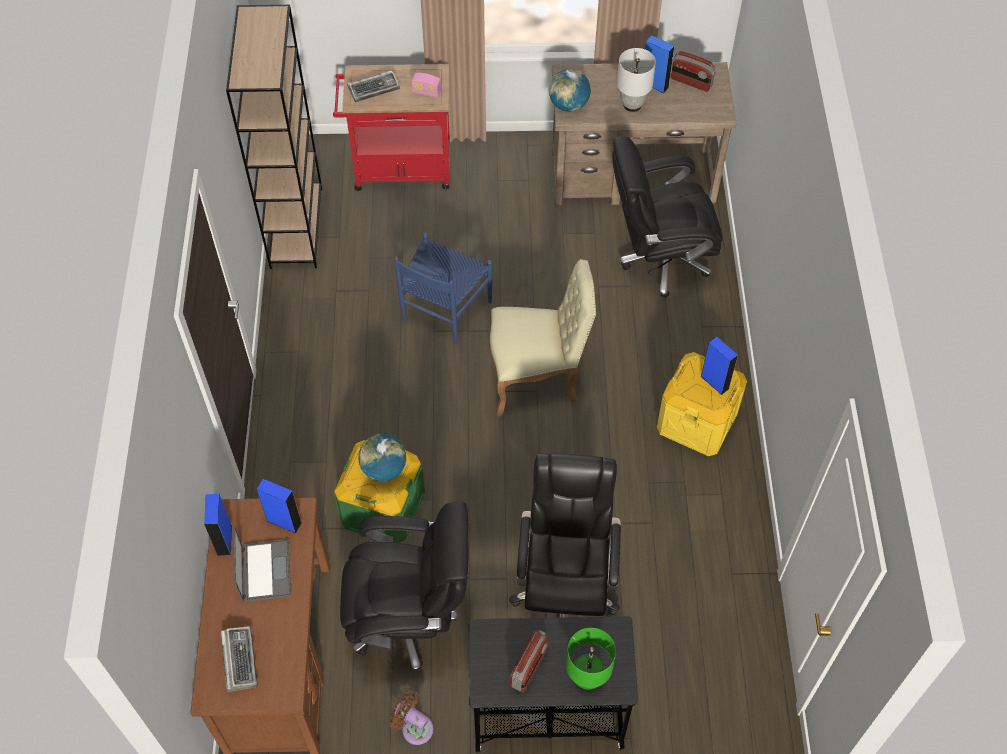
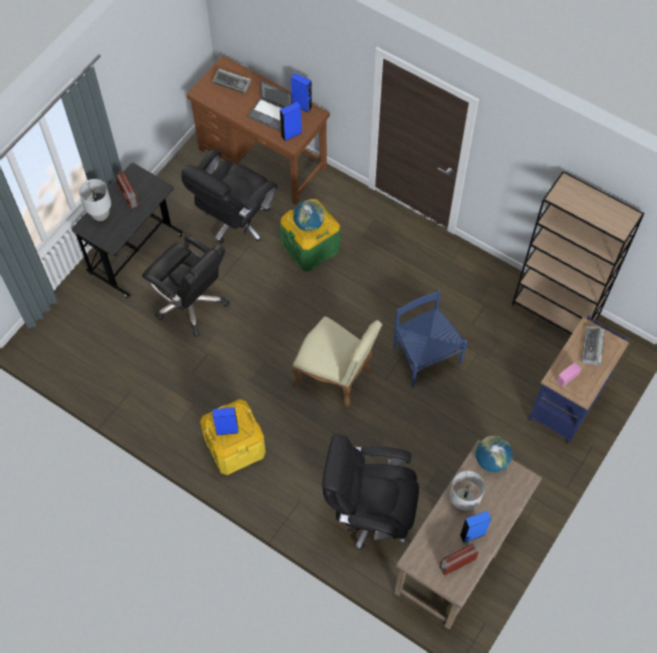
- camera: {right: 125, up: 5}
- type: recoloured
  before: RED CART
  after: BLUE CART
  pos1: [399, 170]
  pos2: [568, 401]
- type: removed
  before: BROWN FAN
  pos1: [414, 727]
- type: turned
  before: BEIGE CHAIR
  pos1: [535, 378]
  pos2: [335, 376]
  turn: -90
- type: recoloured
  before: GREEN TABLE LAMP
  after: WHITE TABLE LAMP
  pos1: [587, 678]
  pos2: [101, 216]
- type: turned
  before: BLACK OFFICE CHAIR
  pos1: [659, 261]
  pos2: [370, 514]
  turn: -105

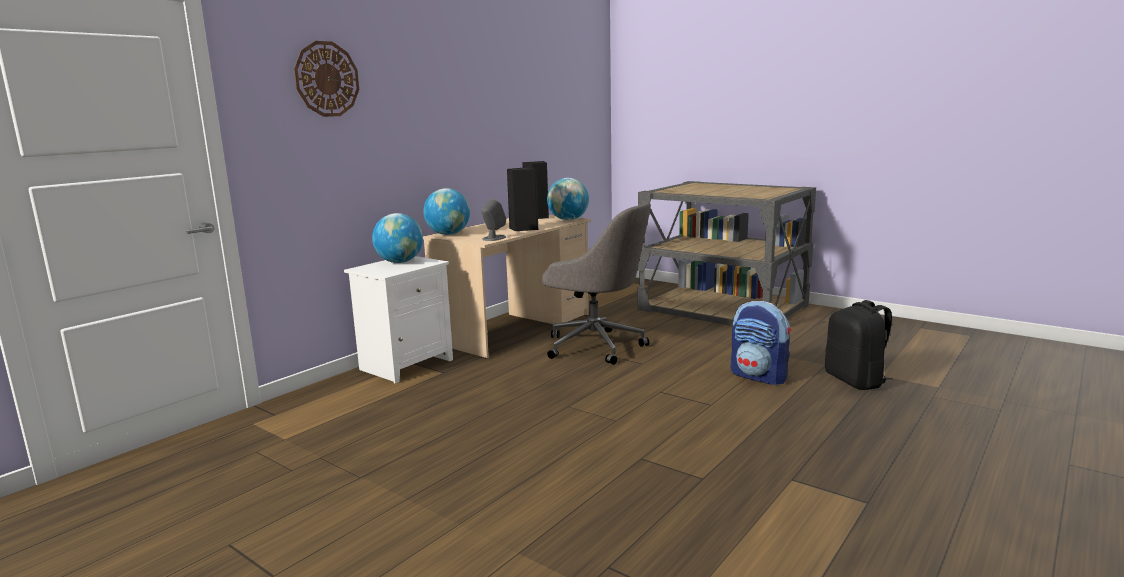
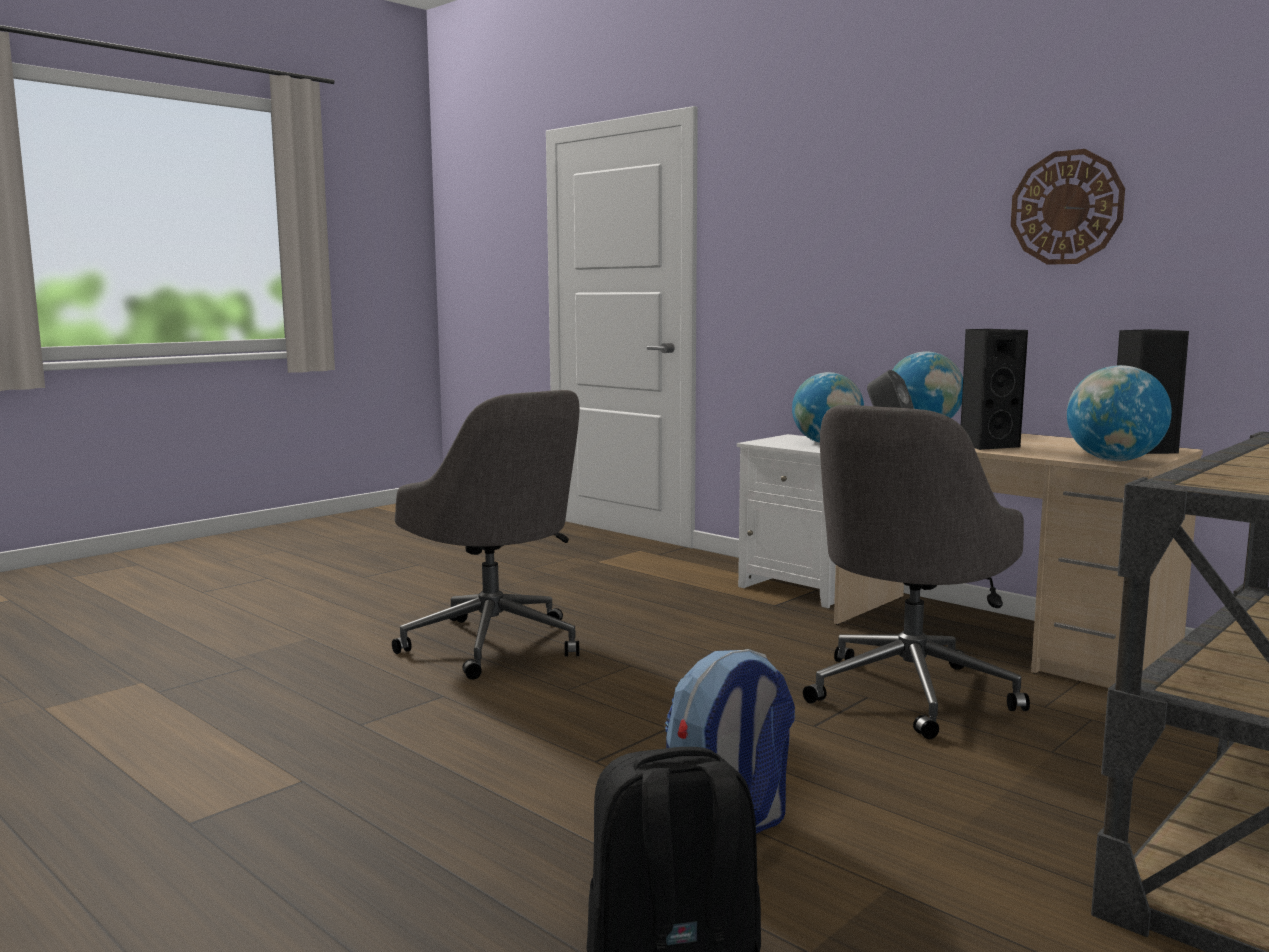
- camera: {right: 95, up: -5}
- type: moved
  before: WALL CLOCK
  pos1: [326, 79]
  pos2: [1066, 207]
- type: added
  after: GREY OFFICE CHAIR
  pos2: [494, 645]

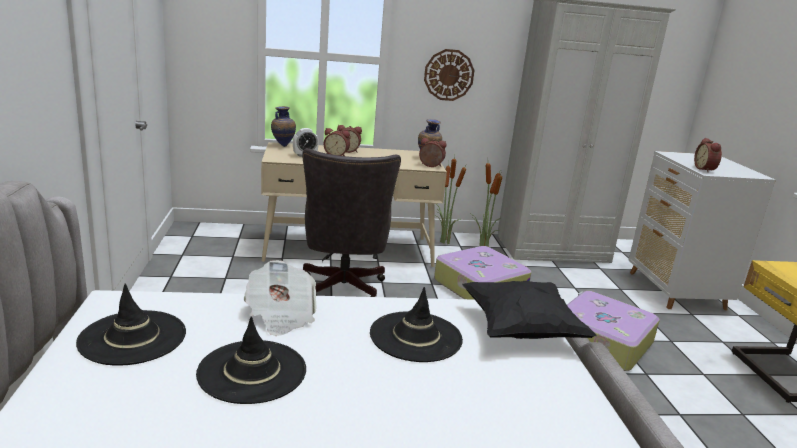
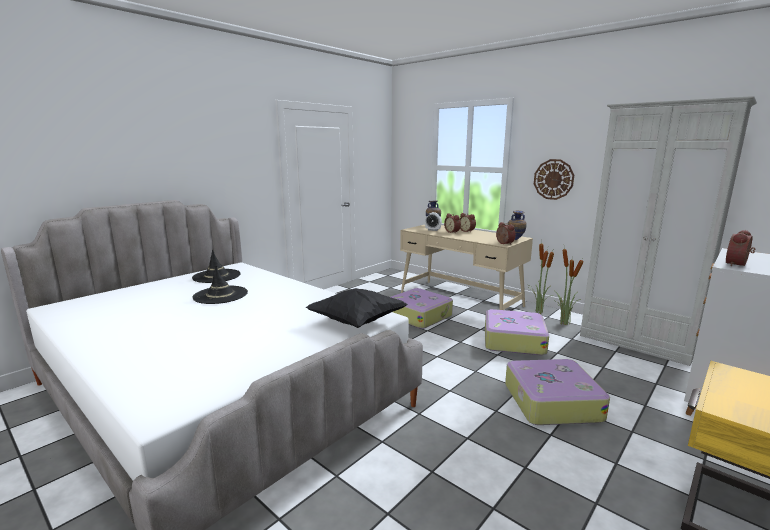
- camera: {right: 50, up: -5}
- type: removed
  before: NEWSPAPER
  pos1: [281, 315]
- type: replaced
  before: GREY OFFICE CHAIR
  after: SUITCASE
  pos1: [343, 289]
  pos2: [419, 315]
- type: removed
  before: BLACK HAT
  pos1: [415, 336]

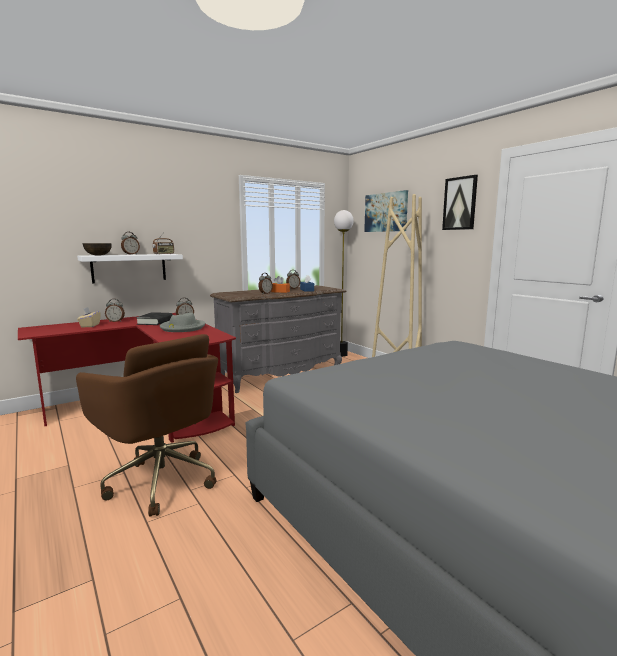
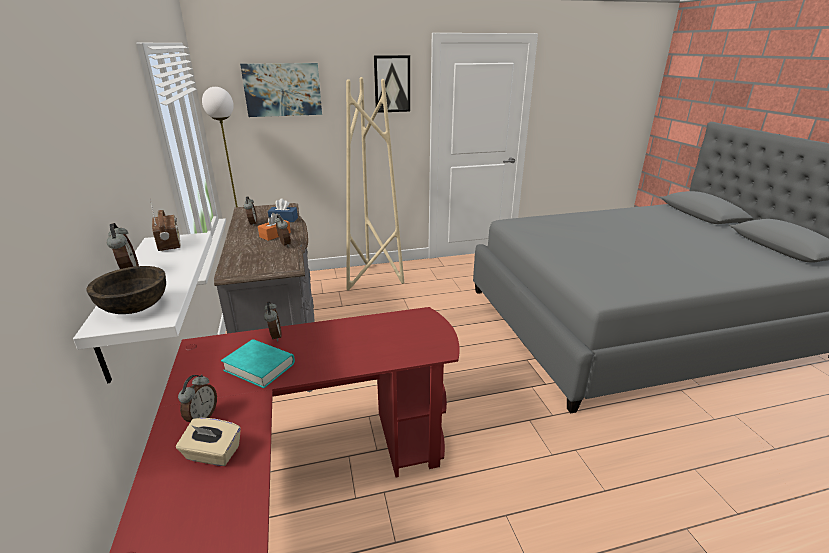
- camera: {right: -70, up: 15}
- type: removed
  before: BROWN OFFICE CHAIR
  pos1: [159, 481]
- type: recoloured
  before: BLACK BOOK
  after: TURQUOISE BOOK
  pos1: [155, 322]
  pos2: [259, 367]
- type: removed
  before: GREY HAT
  pos1: [182, 328]

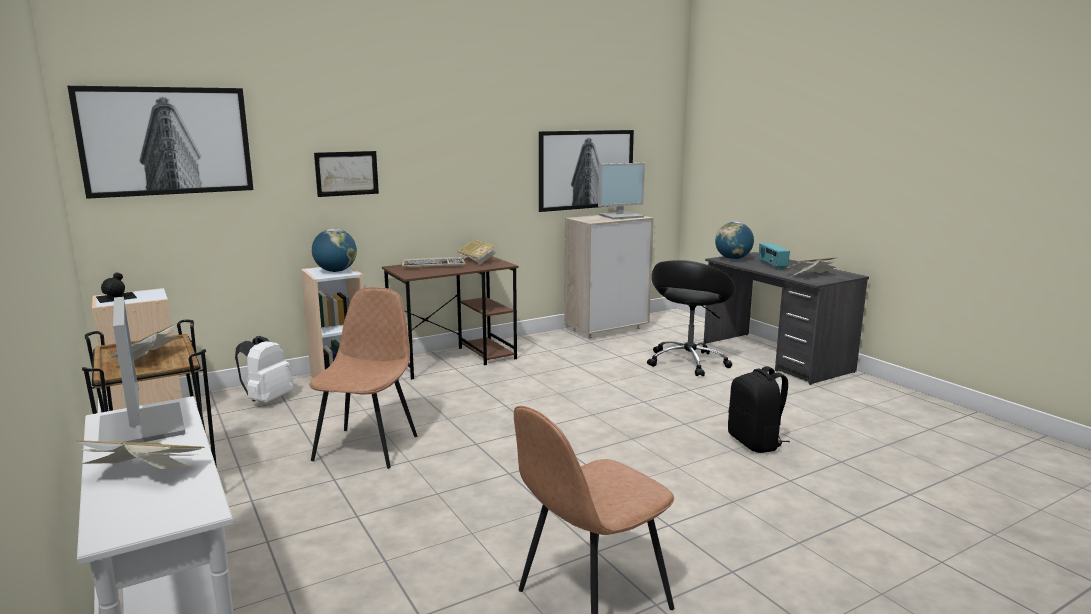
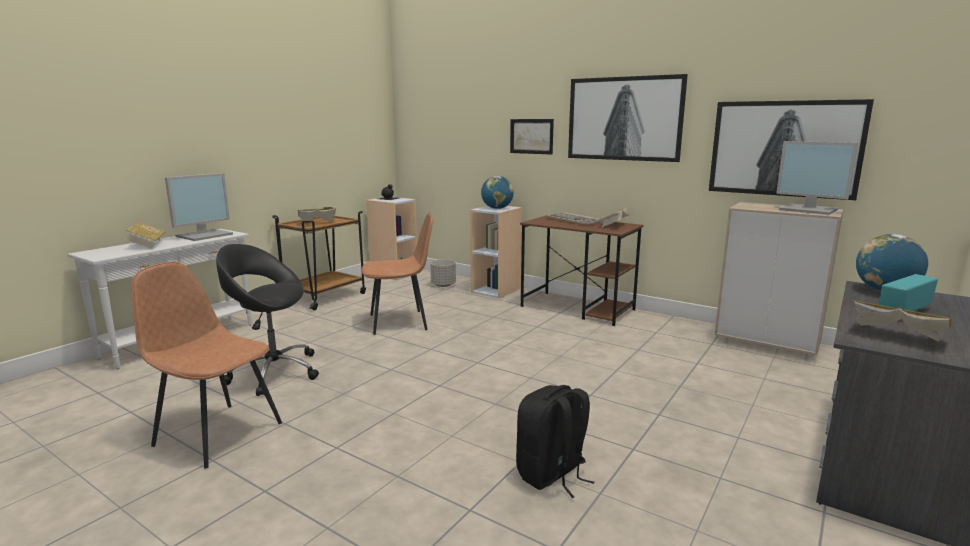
- camera: {right: 65, up: 0}
- type: moved
  before: PICTURE
  pos1: [166, 141]
  pos2: [624, 119]
- type: replaced
  before: WHITE BACKPACK
  after: GREY PLANTER
  pos1: [267, 400]
  pos2: [443, 285]
- type: moved
  before: BLACK OFFICE CHAIR
  pos1: [687, 363]
  pos2: [273, 373]

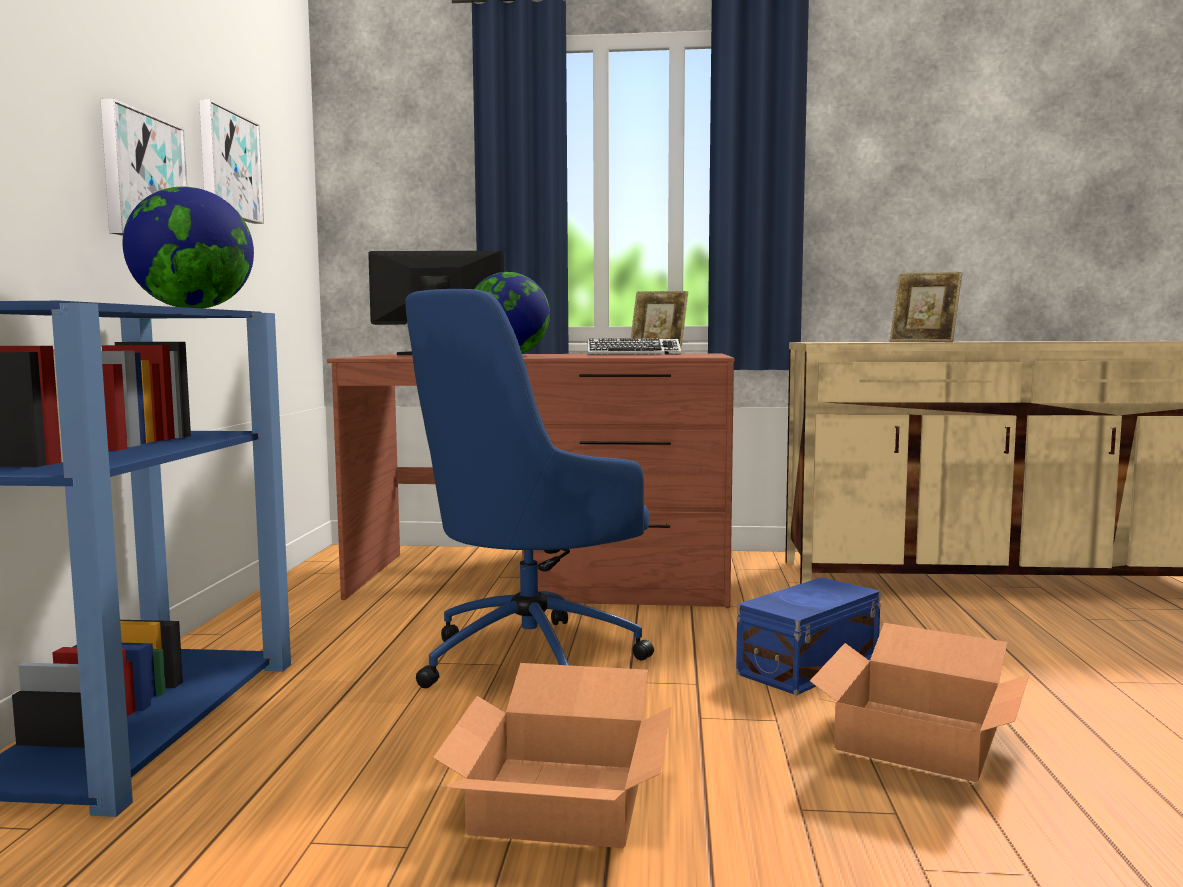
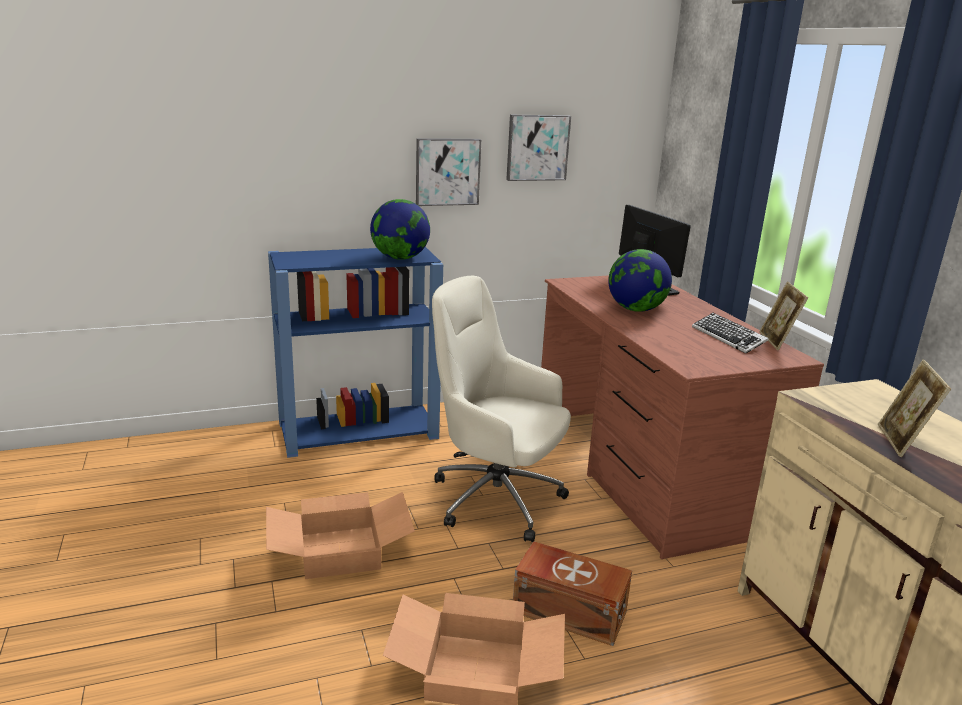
- camera: {right: 65, up: 15}
- type: recoloured
  before: BLUE OFFICE CHAIR
  after: BEIGE OFFICE CHAIR
  pos1: [528, 660]
  pos2: [495, 501]
- type: recoloured
  before: BLUE STORAGE BOX
  after: BROWN STORAGE BOX
  pos1: [805, 665]
  pos2: [568, 610]

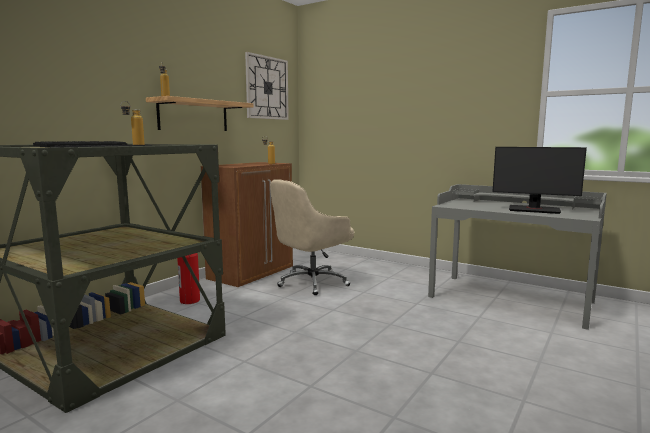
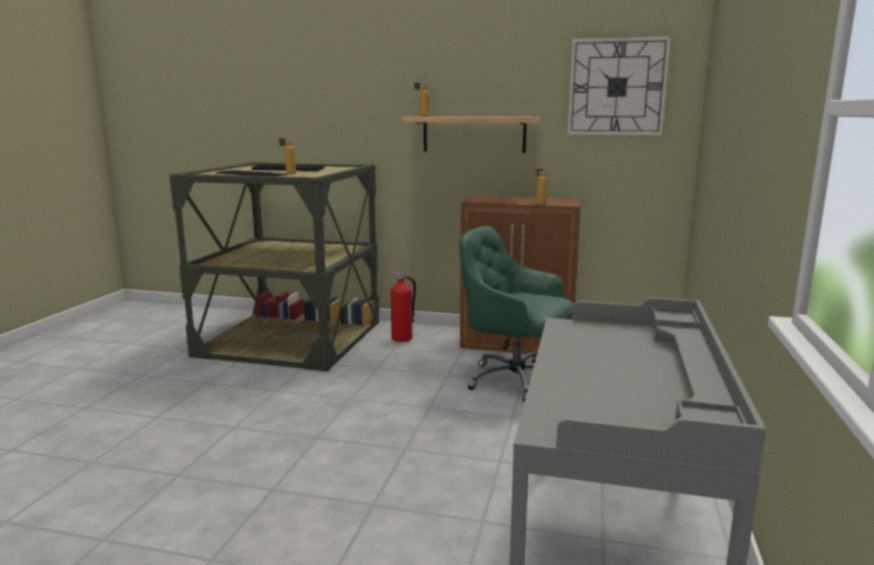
- camera: {right: 70, up: 5}
- type: recoloured
  before: BEIGE OFFICE CHAIR
  after: GREEN OFFICE CHAIR
  pos1: [312, 282]
  pos2: [515, 380]
- type: removed
  before: MONITOR
  pos1: [534, 210]

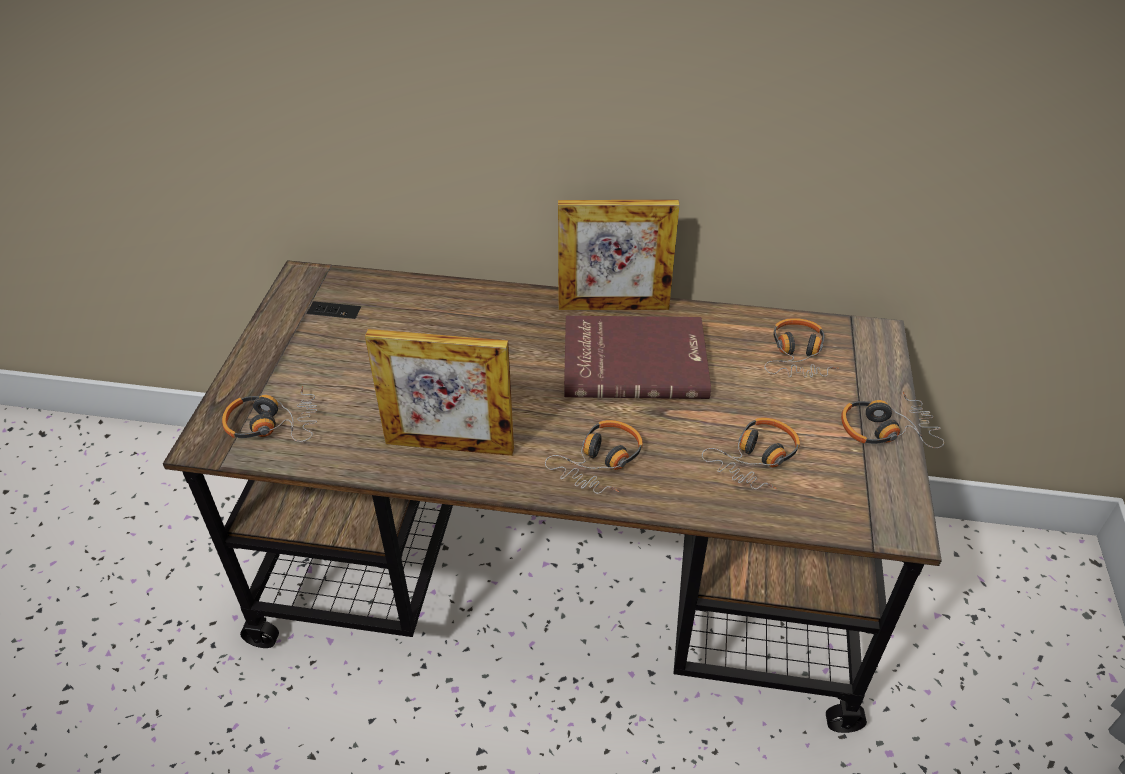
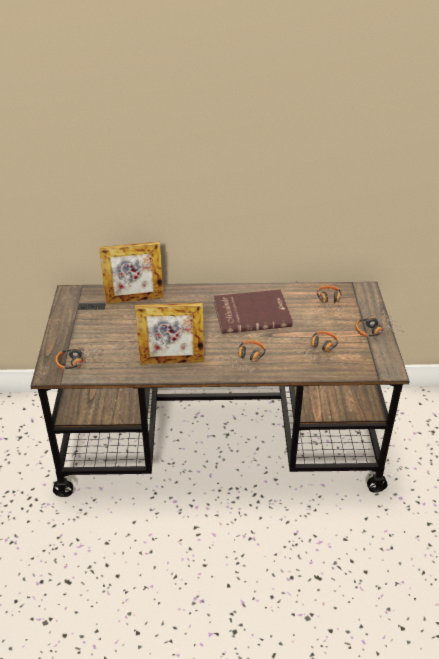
- camera: {right: -10, up: -5}
- type: moved
  before: PICTURE FRAME
  pos1: [613, 307]
  pos2: [134, 299]

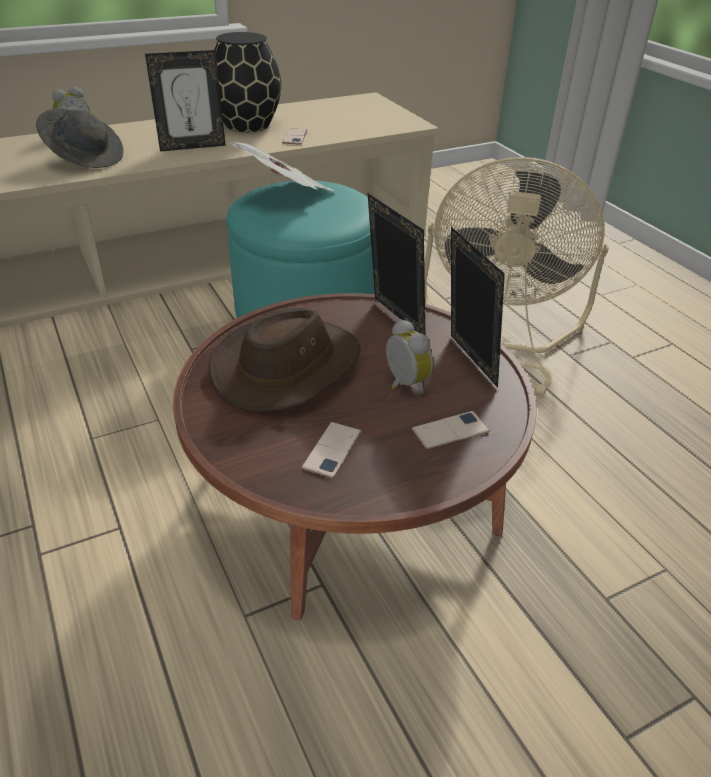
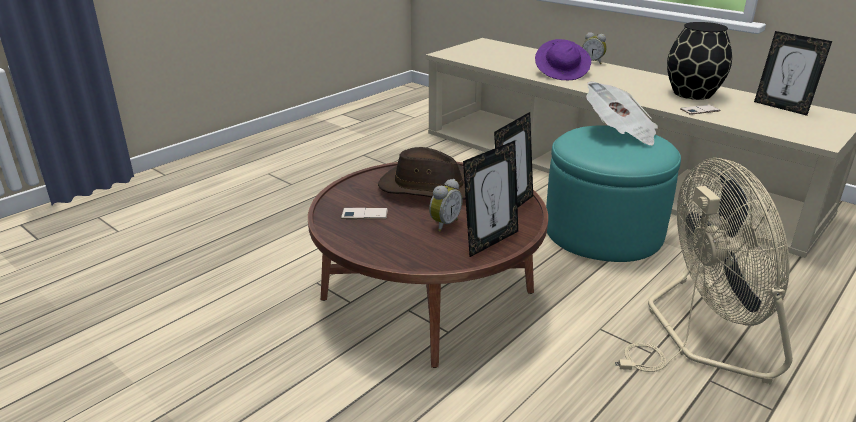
- camera: {right: 70, up: -10}
- type: recoloured
  before: GREY HAT
  after: PURPLE HAT
  pos1: [86, 158]
  pos2: [562, 73]
- type: moved
  before: PICTURE FRAME
  pos1: [192, 146]
  pos2: [781, 107]
- type: removed
  before: PHONE
  pos1: [450, 431]

